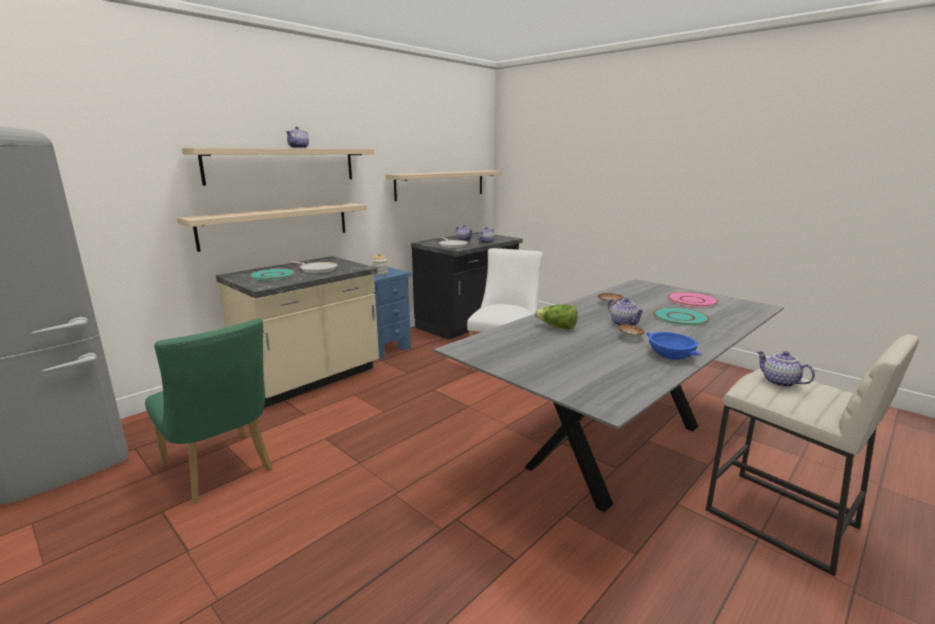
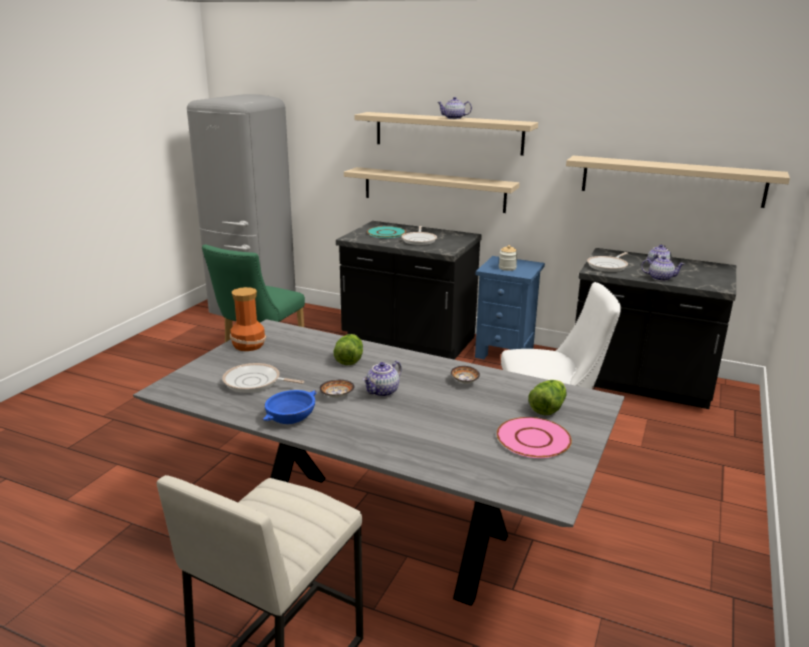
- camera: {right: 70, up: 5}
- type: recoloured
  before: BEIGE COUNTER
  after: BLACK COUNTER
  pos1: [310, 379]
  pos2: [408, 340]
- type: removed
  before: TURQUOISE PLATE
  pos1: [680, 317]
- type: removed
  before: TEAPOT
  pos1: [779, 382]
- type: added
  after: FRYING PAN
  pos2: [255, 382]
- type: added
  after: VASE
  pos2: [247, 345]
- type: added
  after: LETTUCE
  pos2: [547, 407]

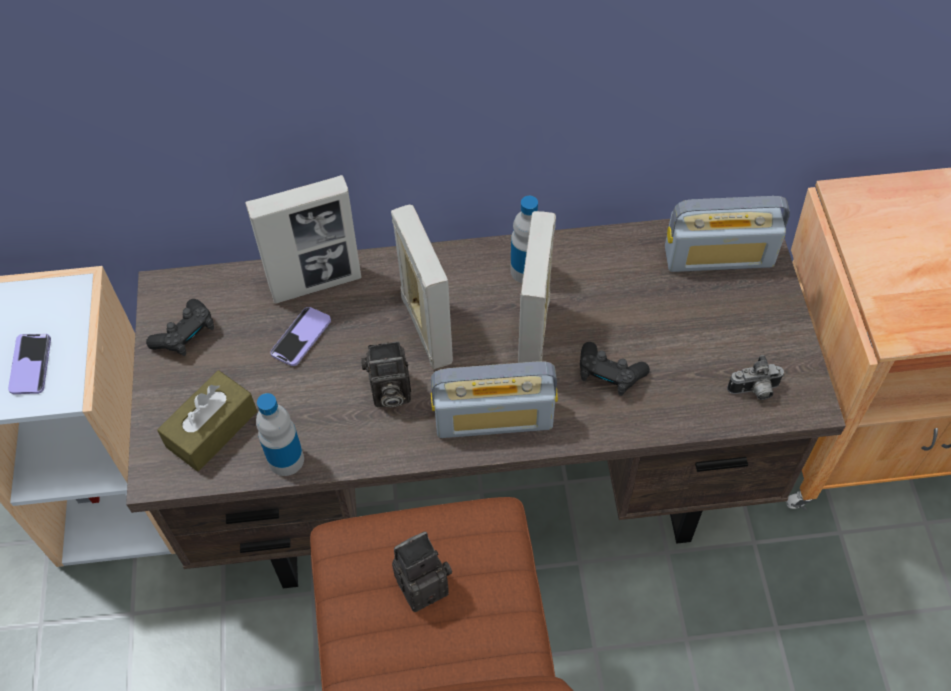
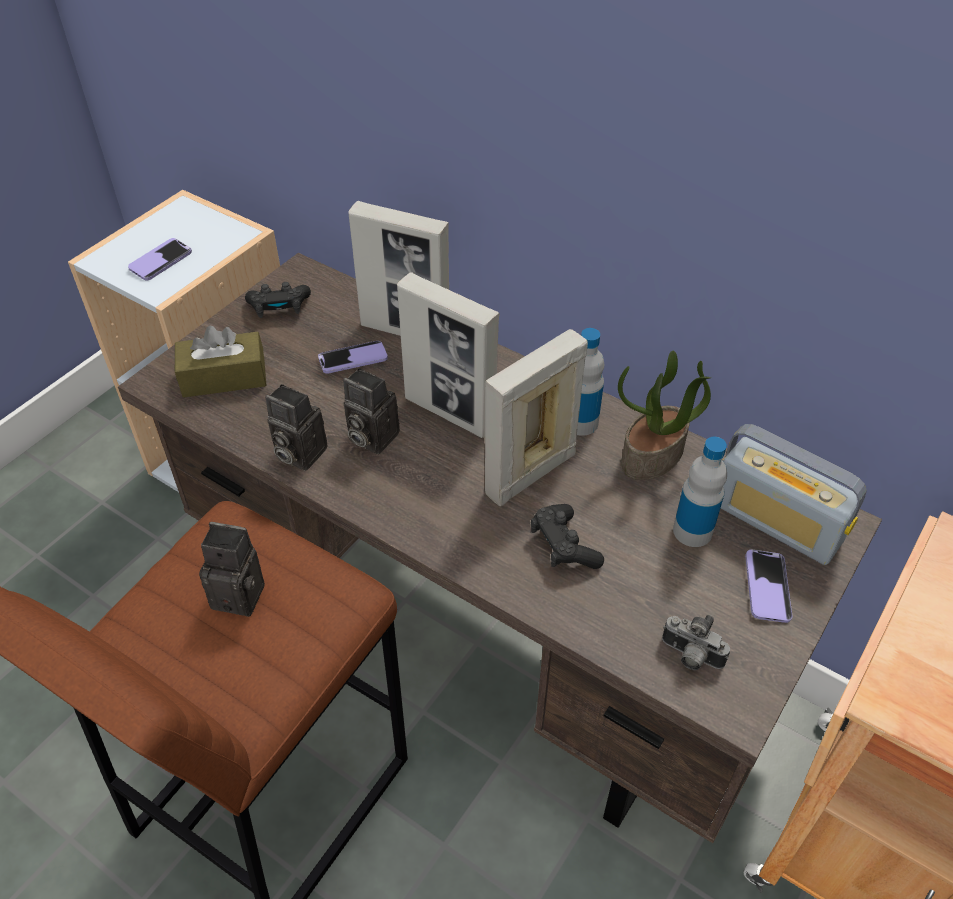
- camera: {right: 40, up: -10}
- type: moved
  before: BOTTLE
  pos1: [286, 459]
  pos2: [692, 531]
- type: turned
  before: PICTURE FRAME
  pos1: [426, 330]
  pos2: [450, 413]
  turn: 105
- type: removed
  before: RADIO
  pos1: [494, 418]
- type: added
  after: PHOTO CAMERA
  pos2: [297, 453]
- type: added
  after: POTTED PLANT
  pos2: [653, 457]
- type: added
  after: PHONE
  pos2: [767, 587]

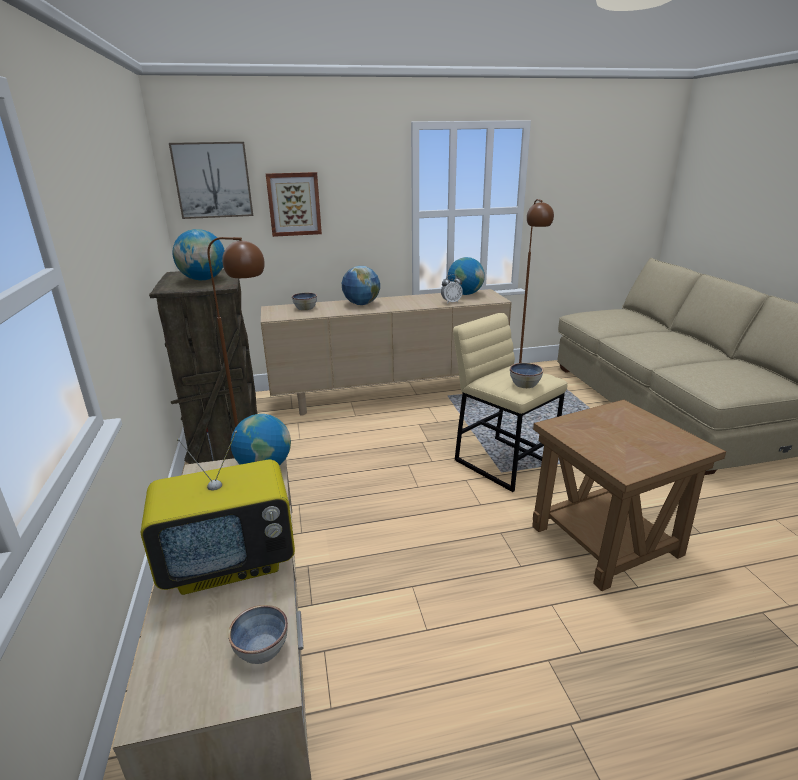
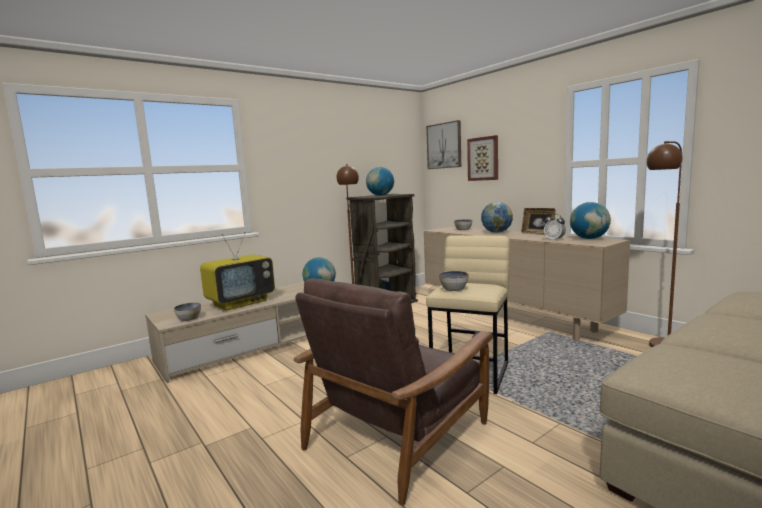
- camera: {right: 65, up: -15}
- type: turned
  before: TELEVISION
  pos1: [231, 562]
  pos2: [241, 303]
  turn: -90
- type: replaced
  before: BROWN SIDE TABLE
  after: BROWN ARMCHAIR
  pos1: [605, 541]
  pos2: [399, 434]
- type: added
  after: PICTURE FRAME
  pos2: [538, 234]

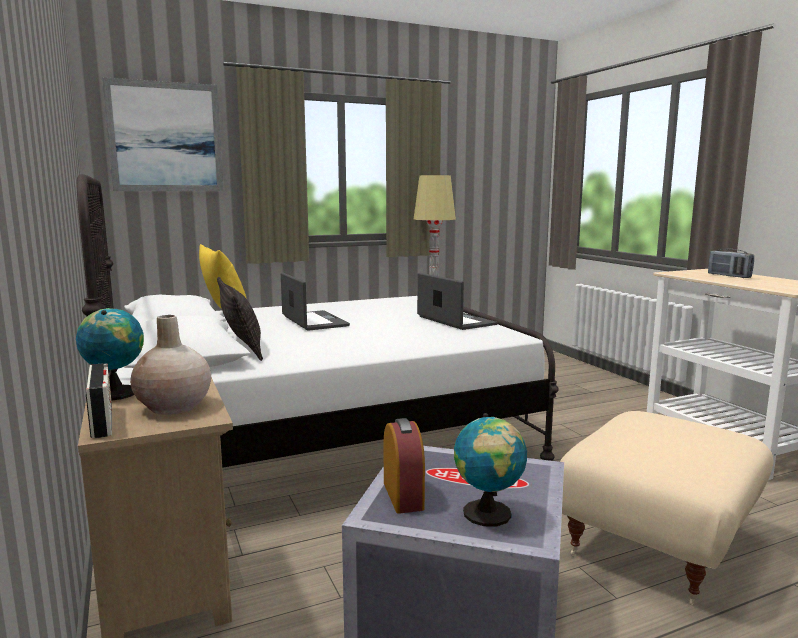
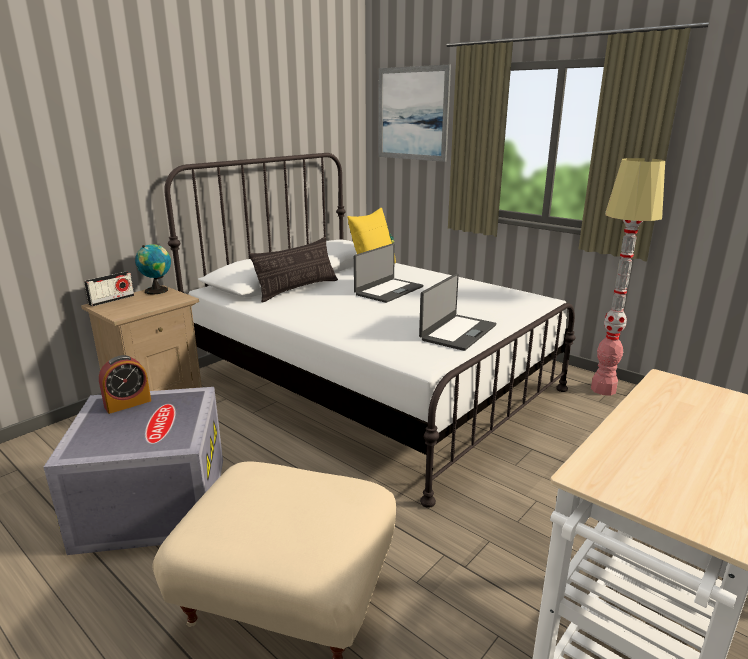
- camera: {right: 65, up: 10}
- type: removed
  before: BEIGE VASE
  pos1: [174, 407]
- type: removed
  before: GLOBE
  pos1: [489, 515]
- type: removed
  before: RADIO
  pos1: [729, 276]

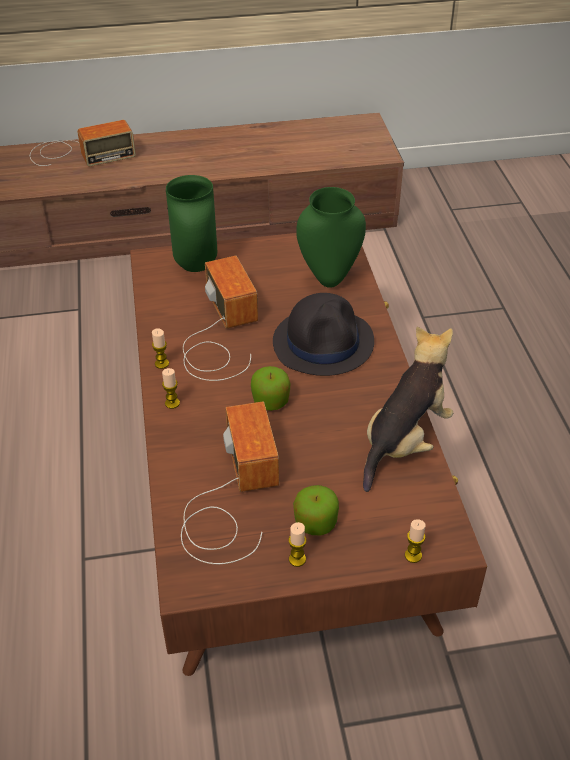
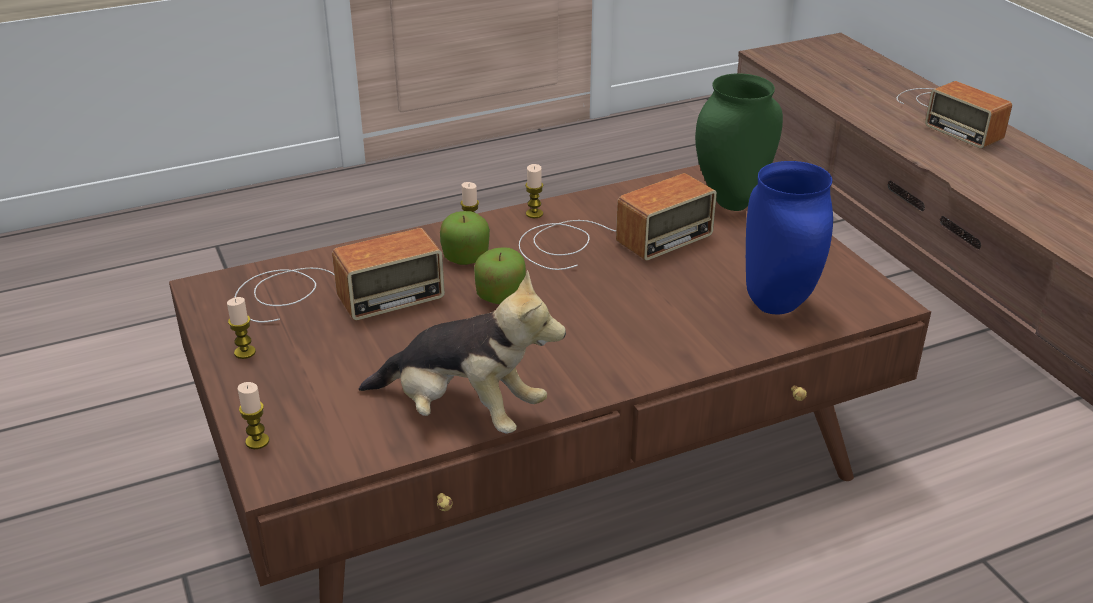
- camera: {right: 75, up: -10}
- type: removed
  before: BLACK HAT
  pos1: [323, 342]
- type: moved
  before: APPLE
  pos1: [315, 522]
  pos2: [466, 257]
- type: recoloured
  before: GREEN VASE
  after: BLUE VASE
  pos1: [329, 280]
  pos2: [775, 305]

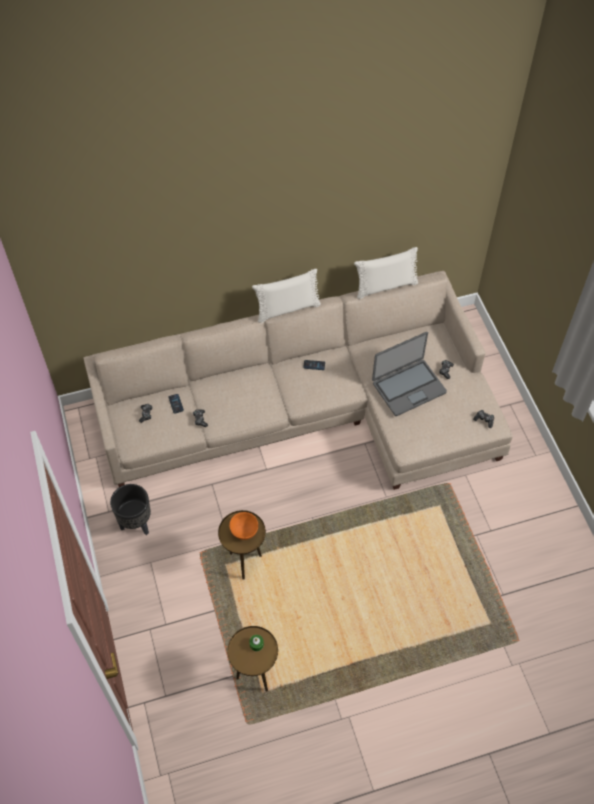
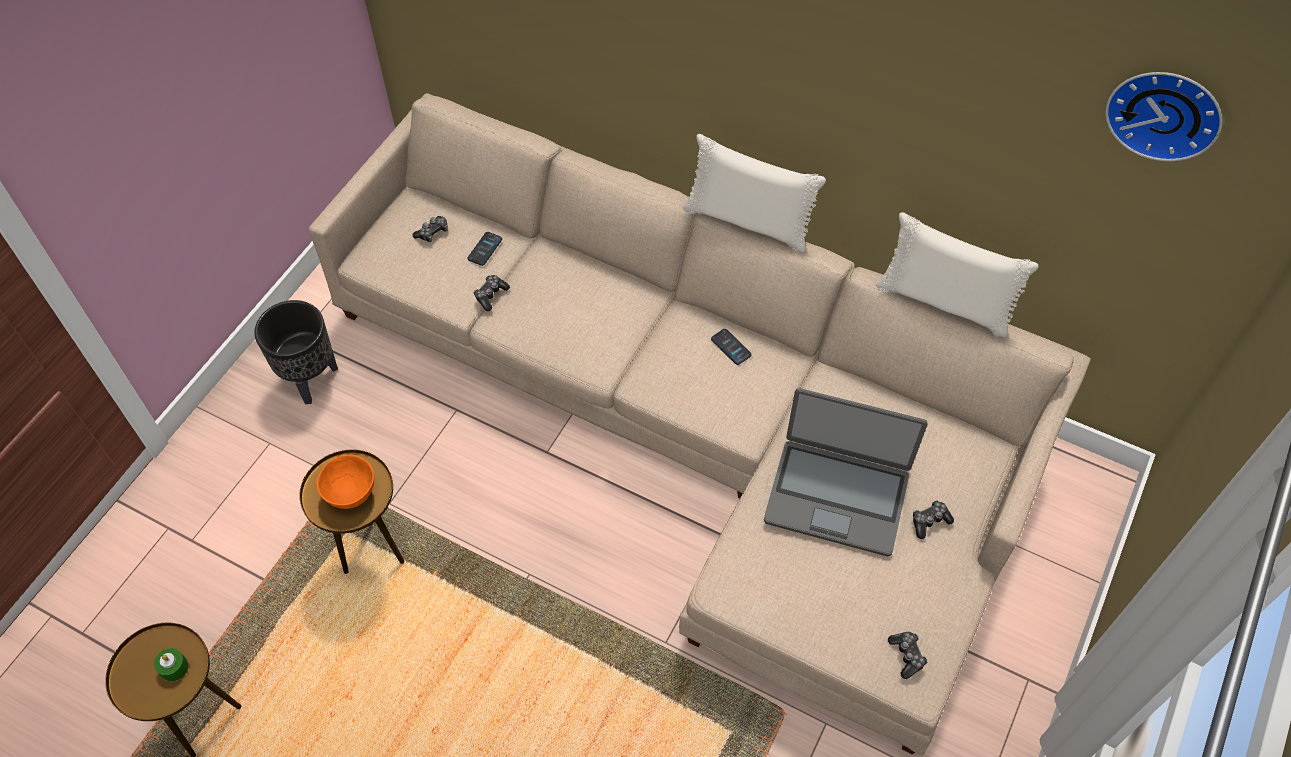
- camera: {right: 45, up: 0}
- type: added
  after: WALL CLOCK
  pos2: [1165, 111]

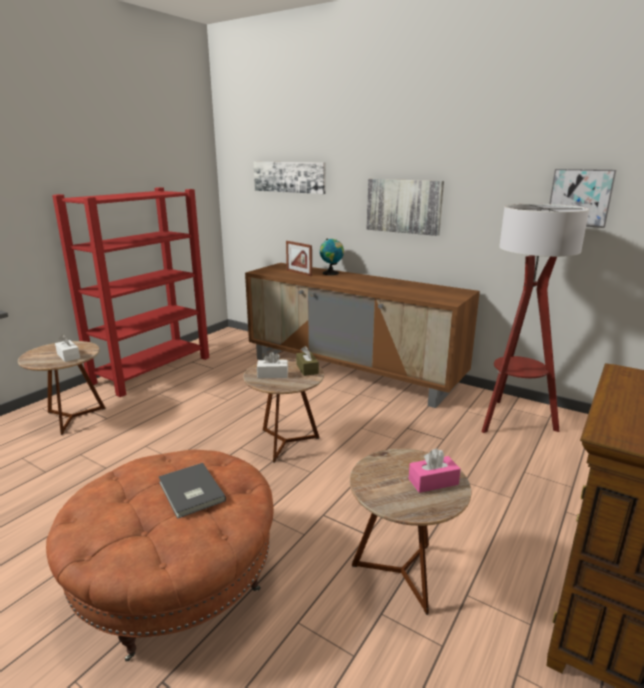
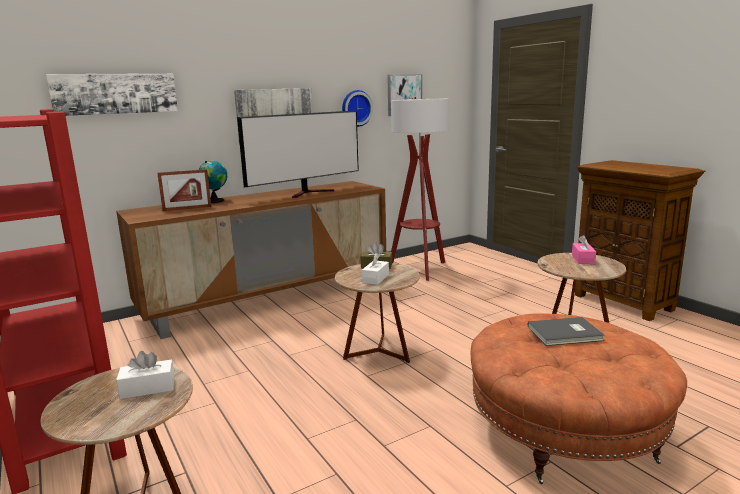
- camera: {right: -65, up: -5}
- type: added
  after: TELEVISION
  pos2: [310, 193]
- type: added
  after: WALL CLOCK
  pos2: [356, 108]

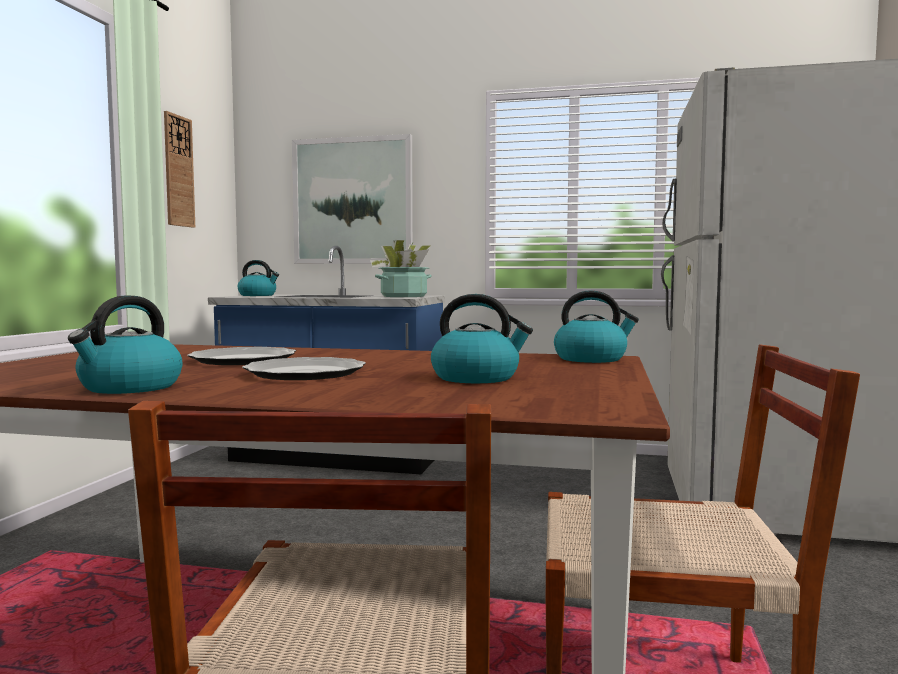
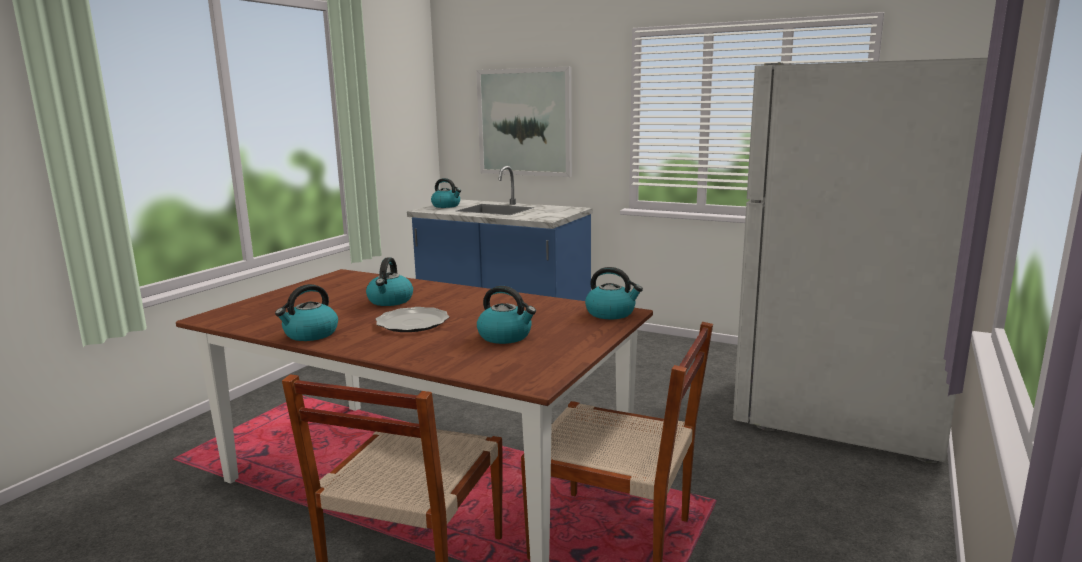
- camera: {right: 15, up: 10}
- type: removed
  before: WALL CLOCK
  pos1: [178, 171]
- type: replaced
  before: PLATE
  after: KETTLE
  pos1: [244, 360]
  pos2: [390, 301]
- type: removed
  before: POTTED PLANT
  pos1: [403, 296]

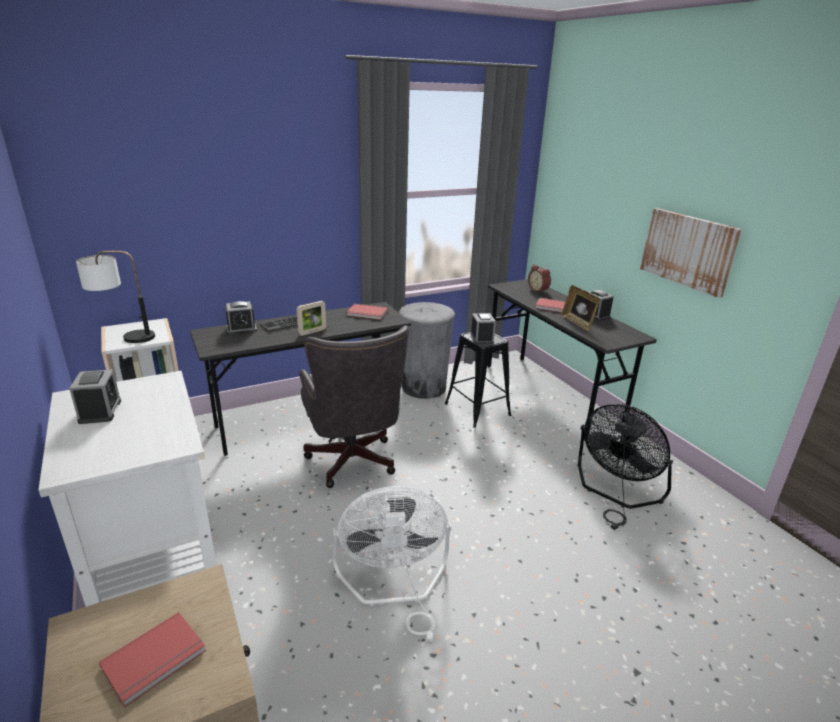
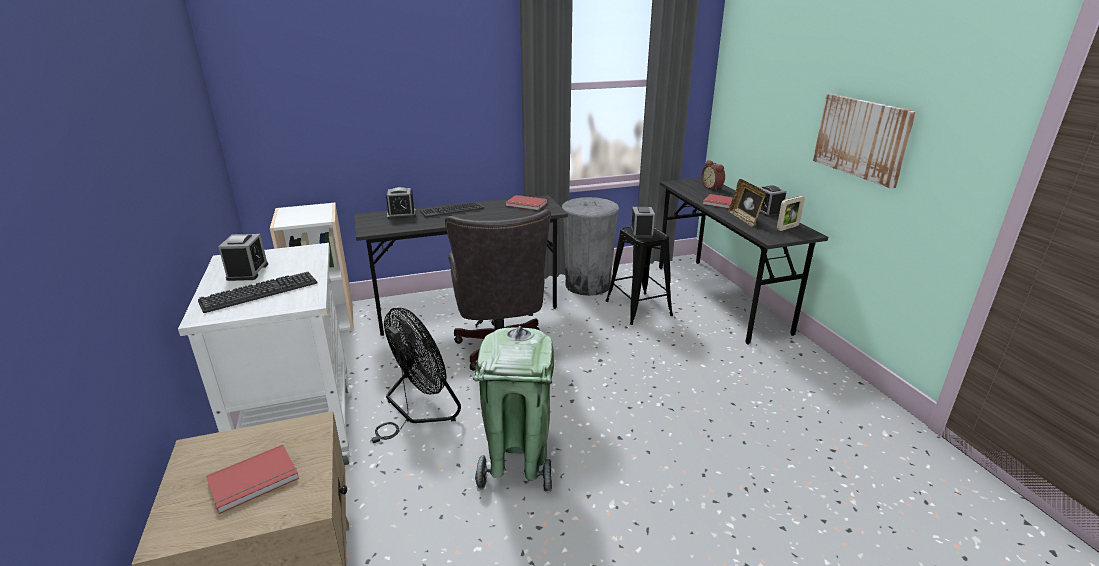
- camera: {right: 10, up: 0}
- type: removed
  before: TABLE LAMP
  pos1: [124, 337]
- type: moved
  before: PICTURE FRAME
  pos1: [312, 332]
  pos2: [787, 228]
- type: replaced
  before: WHITE FAN
  after: GREEN TRASH CAN
  pos1: [397, 589]
  pos2: [517, 465]
- type: moved
  before: BLACK FAN
  pos1: [614, 493]
  pos2: [413, 407]
- type: added
  after: KEYBOARD
  pos2: [259, 292]

